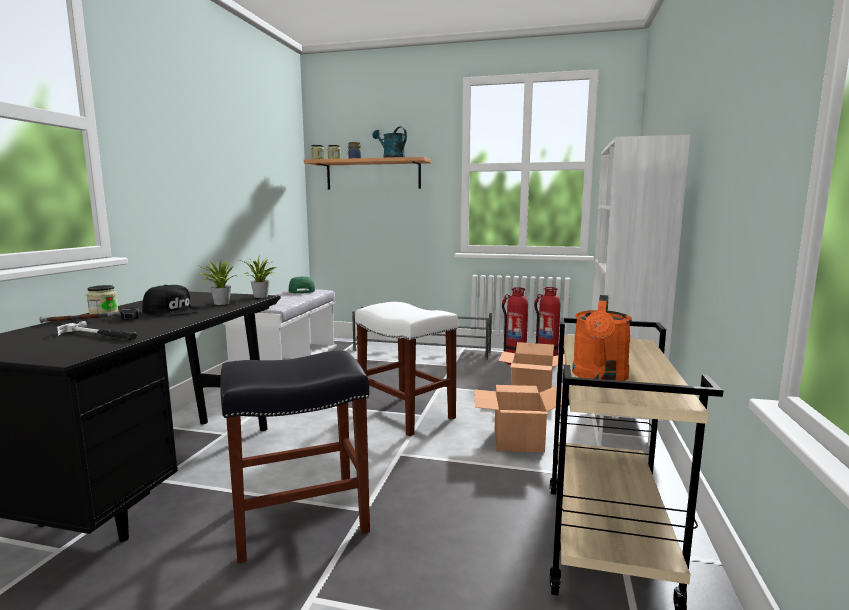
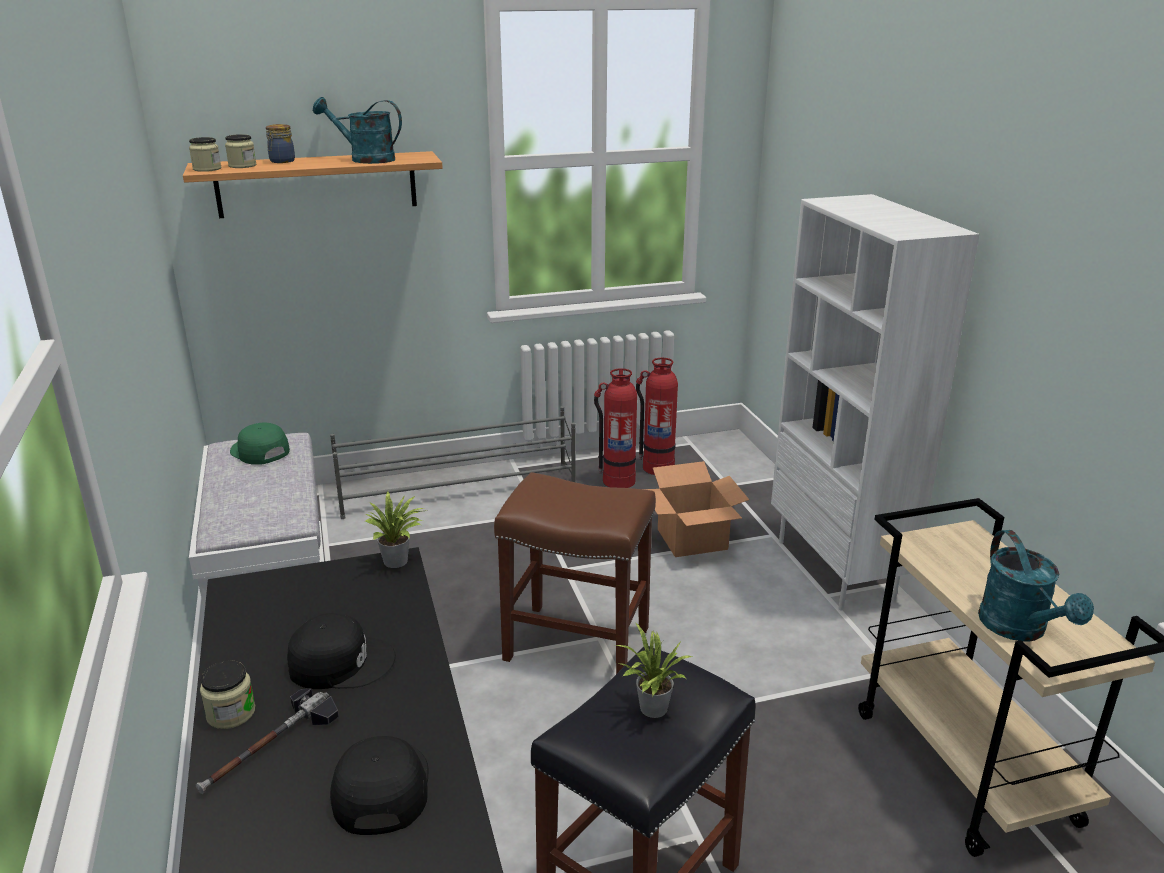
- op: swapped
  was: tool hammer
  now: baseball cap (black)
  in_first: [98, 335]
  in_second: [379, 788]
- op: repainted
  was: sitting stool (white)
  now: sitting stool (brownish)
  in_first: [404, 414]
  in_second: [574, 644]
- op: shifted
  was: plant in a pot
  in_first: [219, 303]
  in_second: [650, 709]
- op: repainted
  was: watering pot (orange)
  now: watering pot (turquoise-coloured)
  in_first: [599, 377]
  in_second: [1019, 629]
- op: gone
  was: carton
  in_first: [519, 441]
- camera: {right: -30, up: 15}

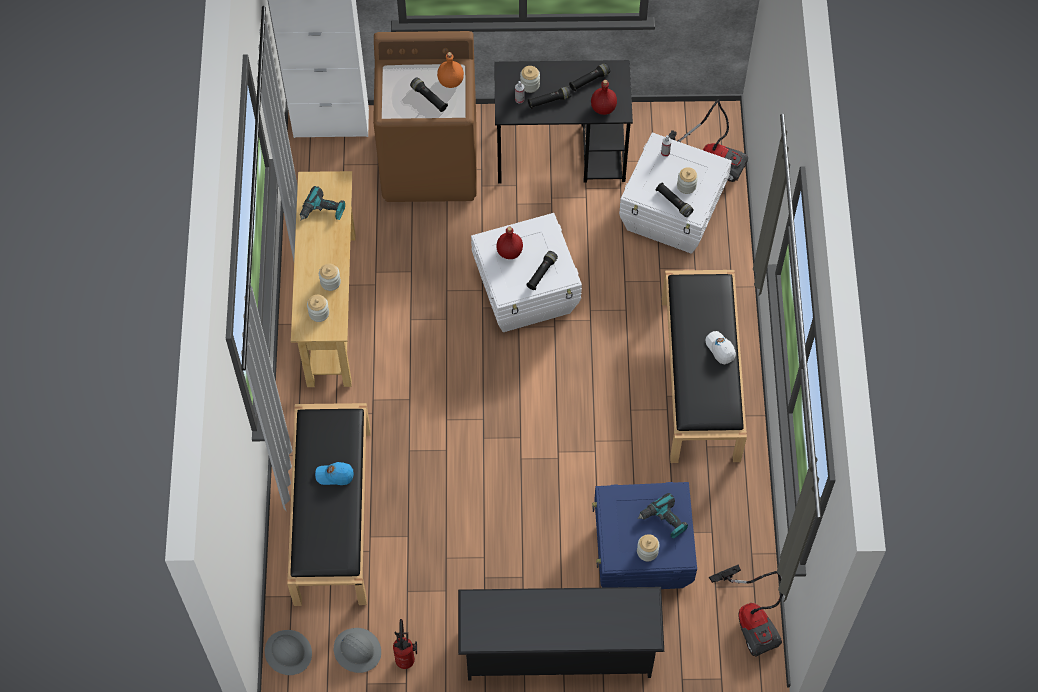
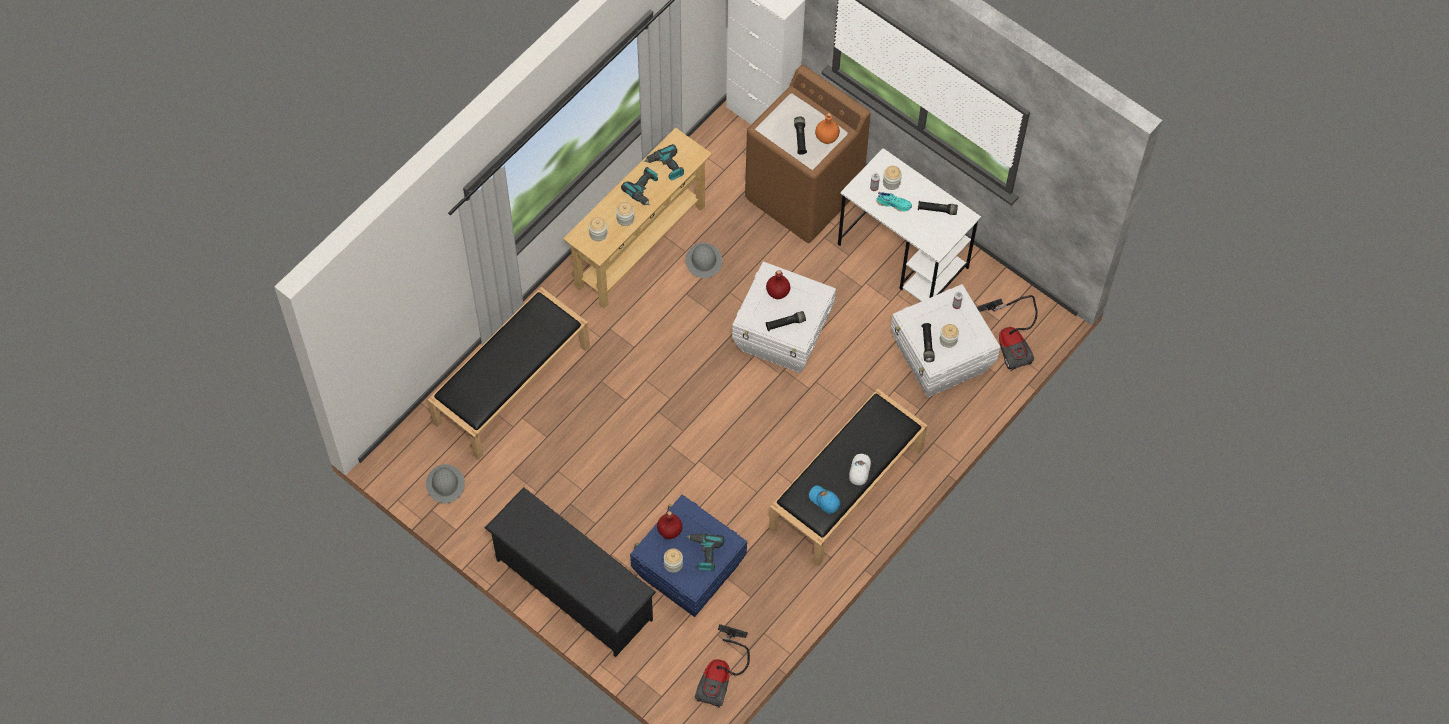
- op: new
  now: power drill
  in_second: [643, 189]
- op: shifted
  was: beverage bottle (reddish)
  in_first: [603, 107]
  in_second: [670, 530]
- op: shifted
  was: work helmet (greyish)
  in_first: [288, 652]
  in_second: [704, 261]
- op: shifted
  was: baseball cap (bluish)
  in_first: [335, 475]
  in_second: [824, 500]
- op: repainted
  was: desk unit (black)
  now: desk unit (white)
  in_first: [562, 153]
  in_second: [904, 256]
- op: swapped
  was: hand torch (black)
  now: item of footwear (turquoise-coloured)
  in_first: [549, 101]
  in_second: [894, 204]
- op: gone
  was: fire extinguisher
  in_first: [406, 657]
- camera: {right: 40, up: 0}

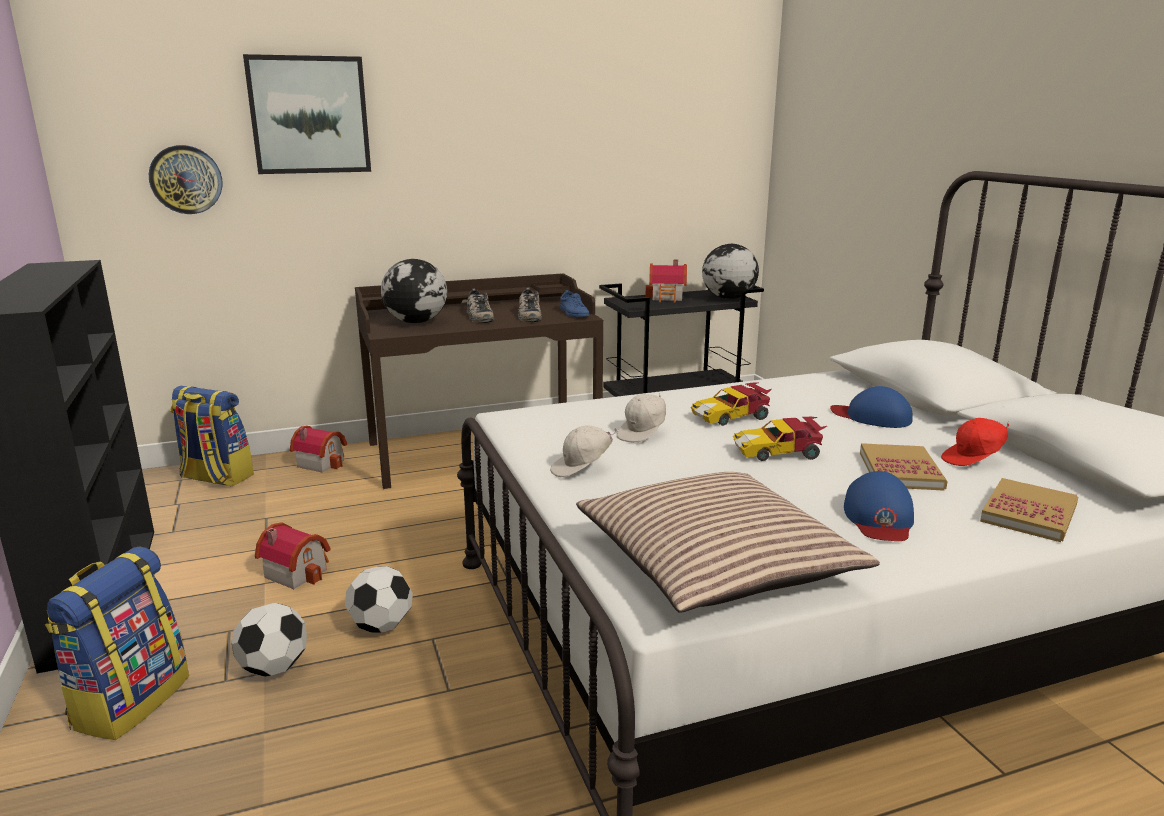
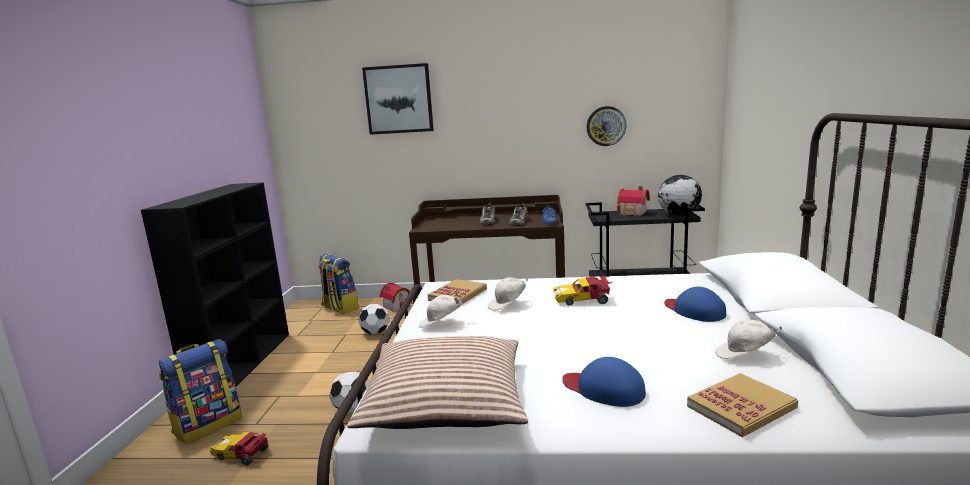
- op: shifted
  was: toy car
  in_first: [779, 452]
  in_second: [242, 454]
- op: shifted
  was: football ball
  in_first: [274, 668]
  in_second: [375, 332]
- op: shifted
  was: bound book
  in_first: [900, 470]
  in_second: [458, 295]
- op: rotated
  was: baseball cap (bluish)
  in_first: [879, 517]
  in_second: [604, 389]
  clockwise: 90
- op: shifted
  was: clock on the wall
  in_first: [186, 179]
  in_second: [606, 126]
- op: repainted
  was: baseball cap (reddish)
  now: baseball cap (white)
  in_first: [974, 460]
  in_second: [744, 355]
- op: gone
  was: model house
  in_first: [297, 571]
- op: gone
  was: globe
  in_first: [416, 322]
- camera: {right: 25, up: -5}

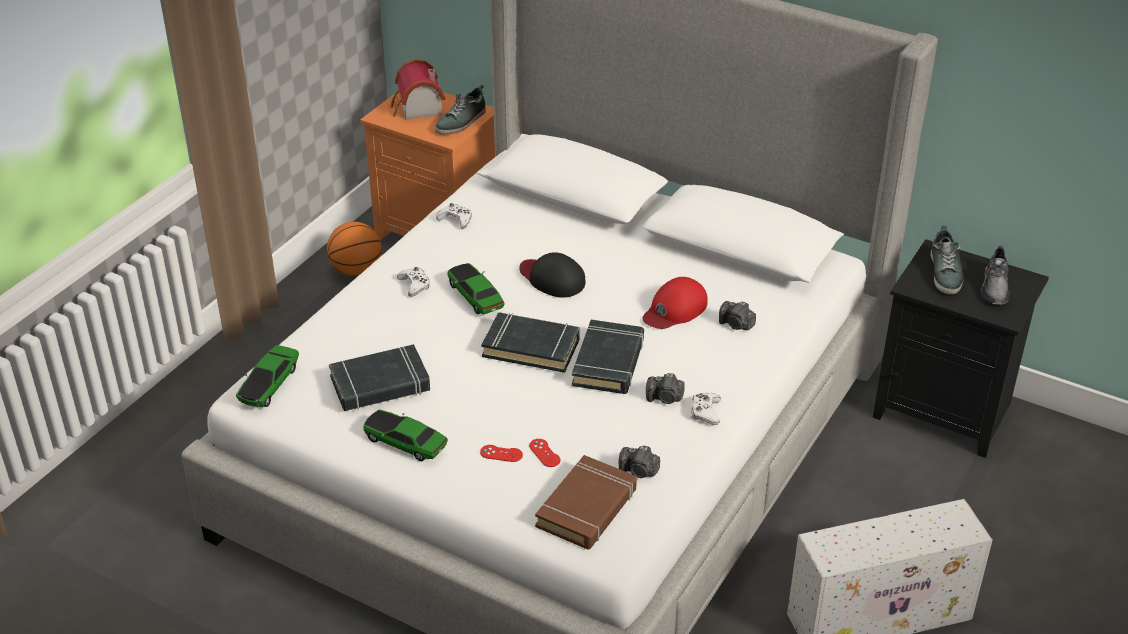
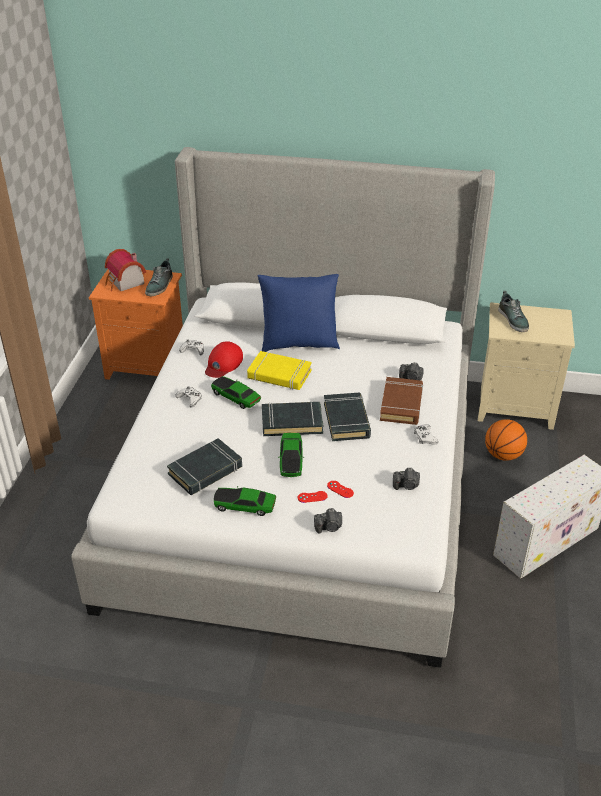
- op: shifted
  was: baseball cap (reddish)
  in_first: [674, 309]
  in_second: [223, 363]
- op: swapped
  was: baseball cap (black)
  now: bound book (yellowish)
  in_first: [552, 279]
  in_second: [279, 375]
- op: new
  now: cushion (bluish)
  in_second: [299, 343]
- op: shifted
  was: toy car
  in_first: [269, 384]
  in_second: [291, 460]
- op: shifted
  was: still camera
  in_first: [665, 398]
  in_second: [329, 527]
- op: shifted
  was: bound book (brownish)
  in_first: [587, 508]
  in_second: [401, 404]
- op: repainted
  was: bedside table (black)
  now: bedside table (beige-coloured)
  in_first: [946, 410]
  in_second: [516, 406]
- op: shifted
  was: basketball ball
  in_first: [356, 270]
  in_second: [503, 455]
- op: gone
  was: item of footwear (greyish)
  in_first: [995, 287]
- camera: {right: -20, up: 0}

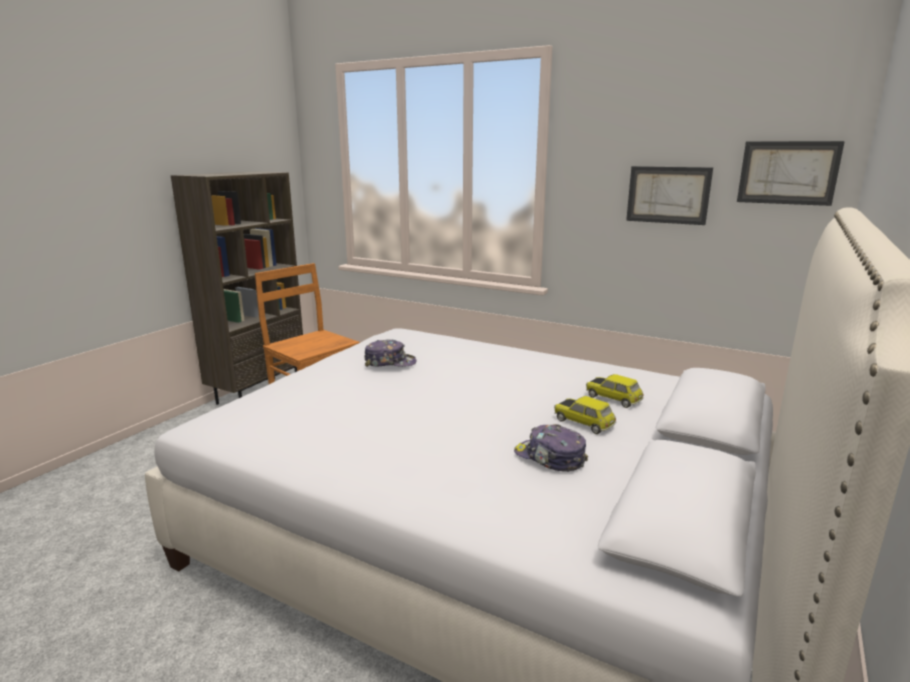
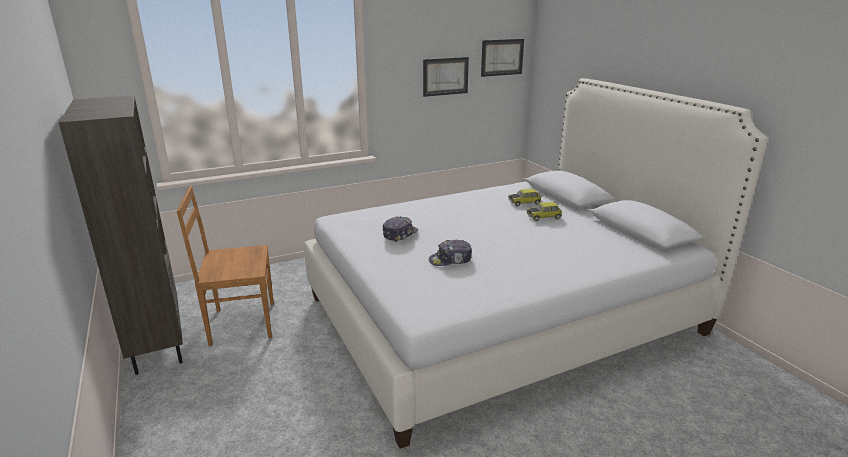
- op: shifted
  was: baseball cap
  in_first: [549, 458]
  in_second: [450, 260]
- camera: {right: -55, up: 5}

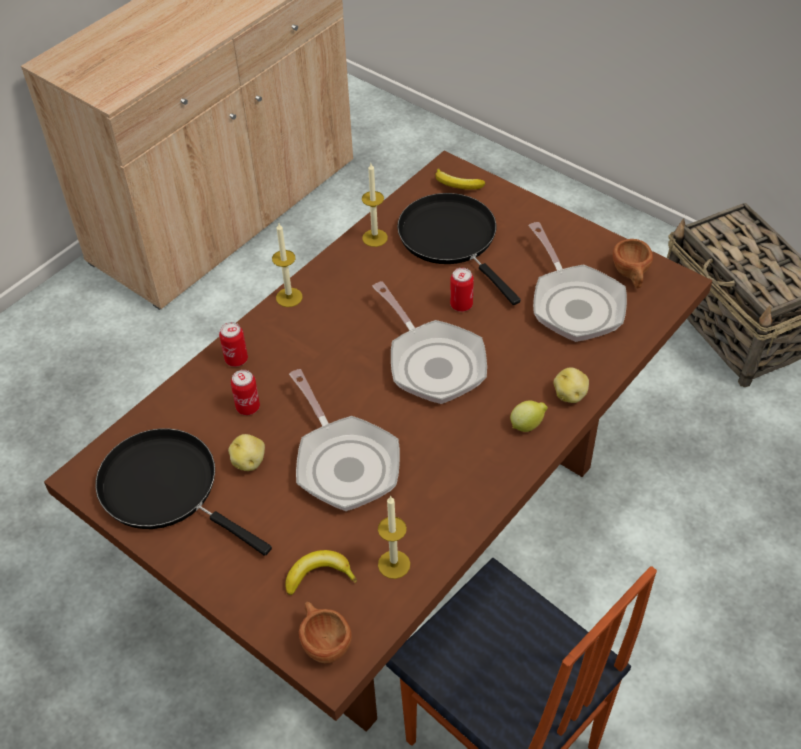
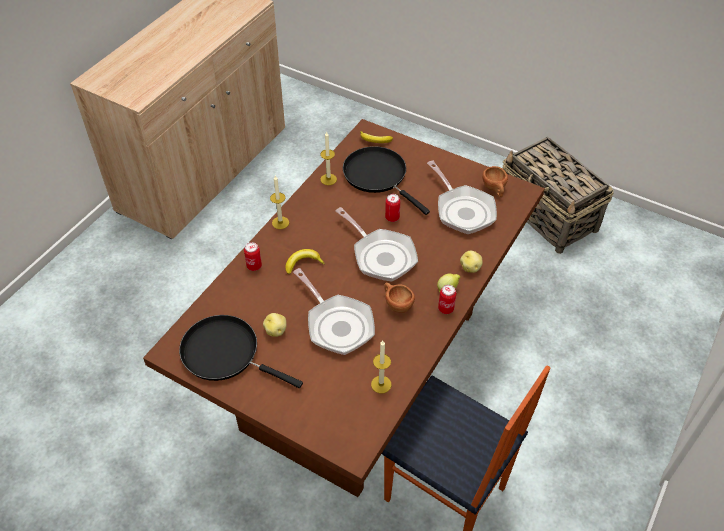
- op: shifted
  was: banana fruit
  in_first: [319, 575]
  in_second: [303, 263]
- op: shifted
  was: cup (brownish)
  in_first: [323, 641]
  in_second: [396, 304]
- op: shifted
  was: can
  in_first: [248, 407]
  in_second: [446, 308]
- camera: {right: -10, up: 0}

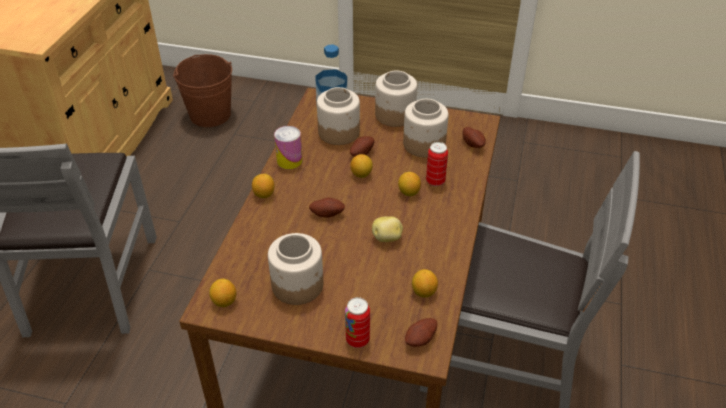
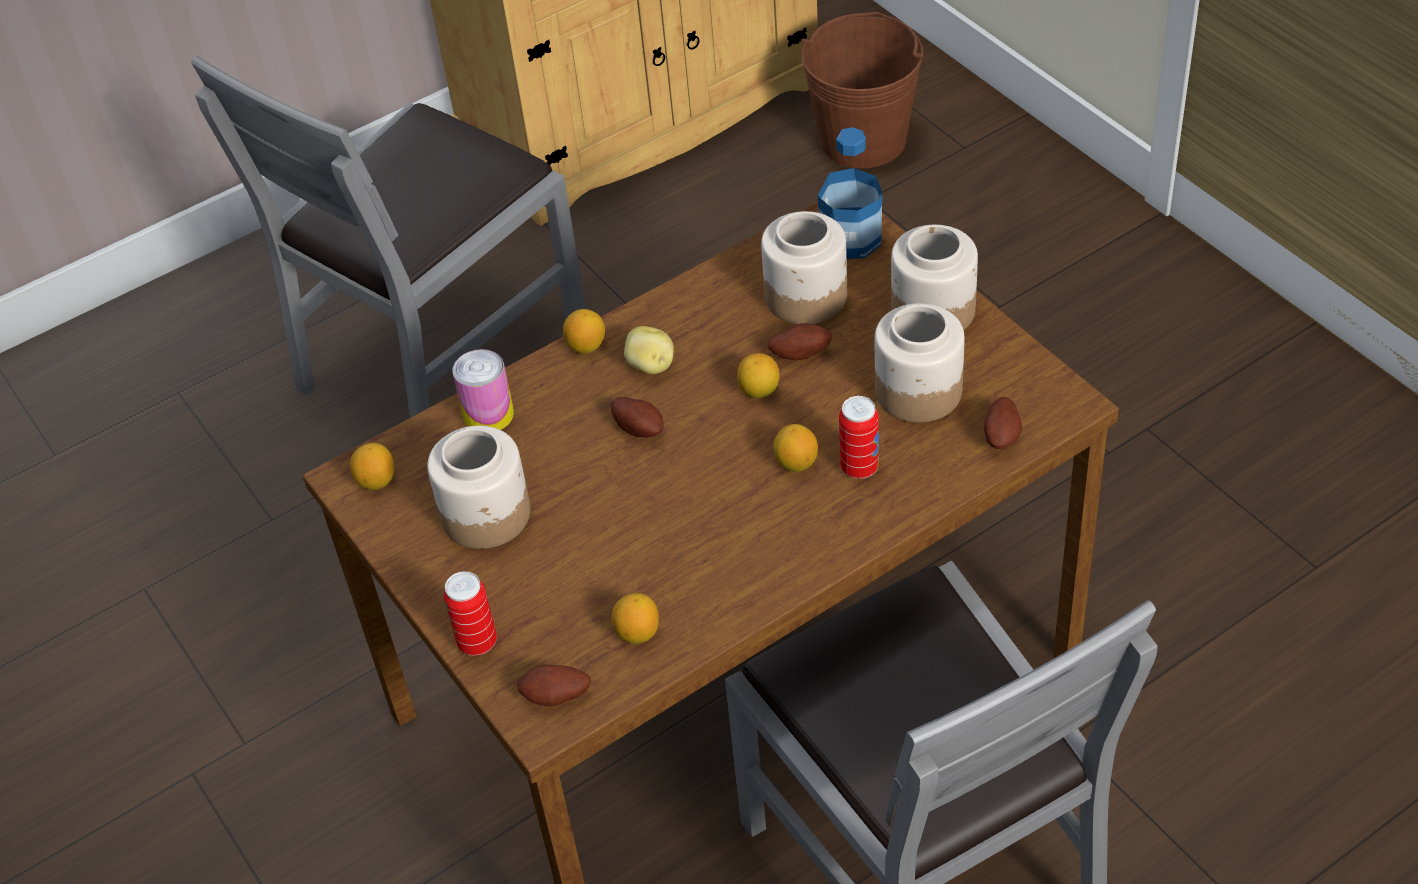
- op: shifted
  was: can
  in_first: [289, 161]
  in_second: [488, 414]
- op: shifted
  was: spud
  in_first: [387, 238]
  in_second: [650, 366]
- camera: {right: 45, up: 5}

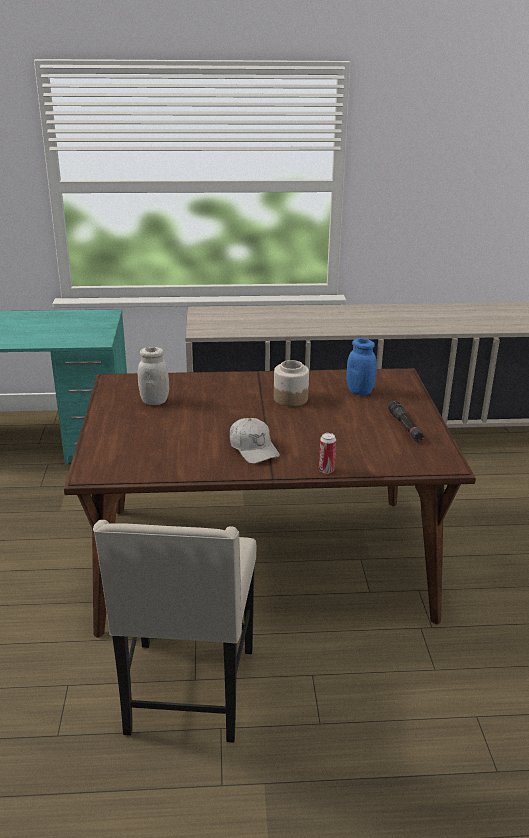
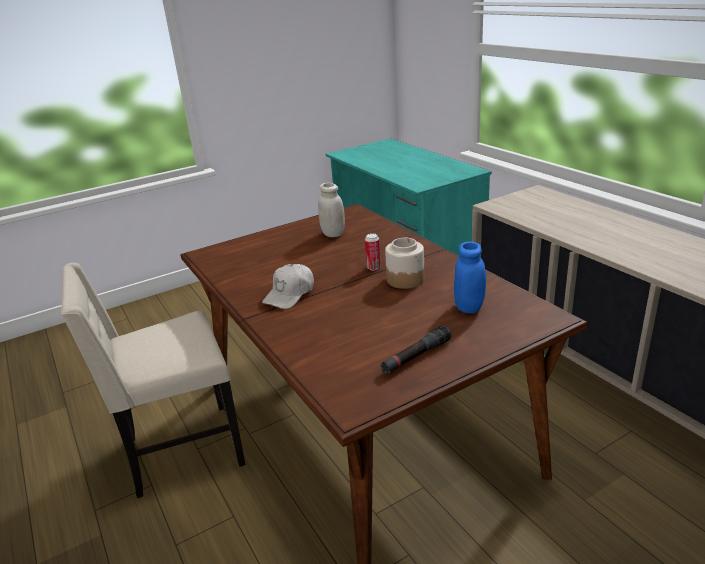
- op: shifted
  was: can
  in_first: [326, 470]
  in_second: [373, 268]
- camera: {right: 65, up: 0}

